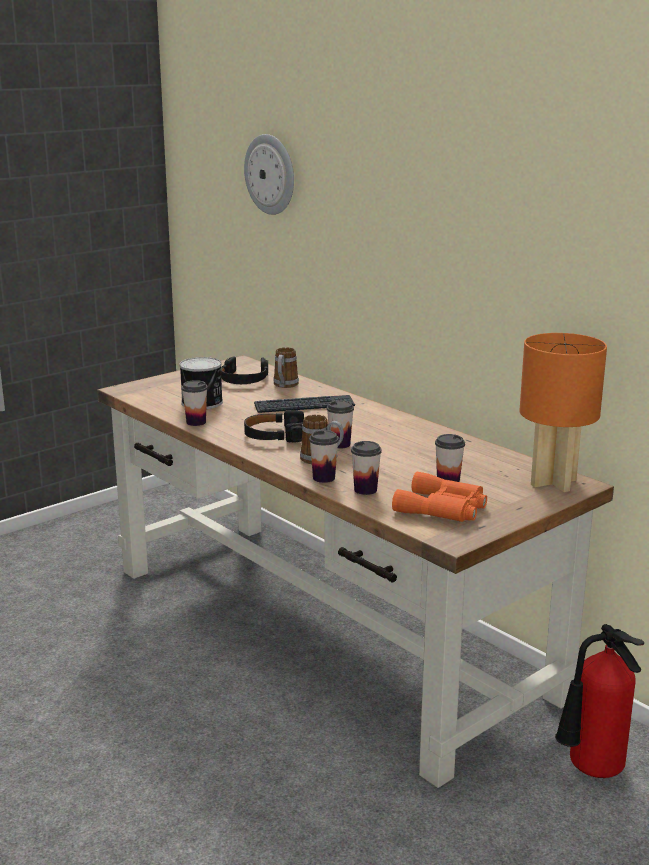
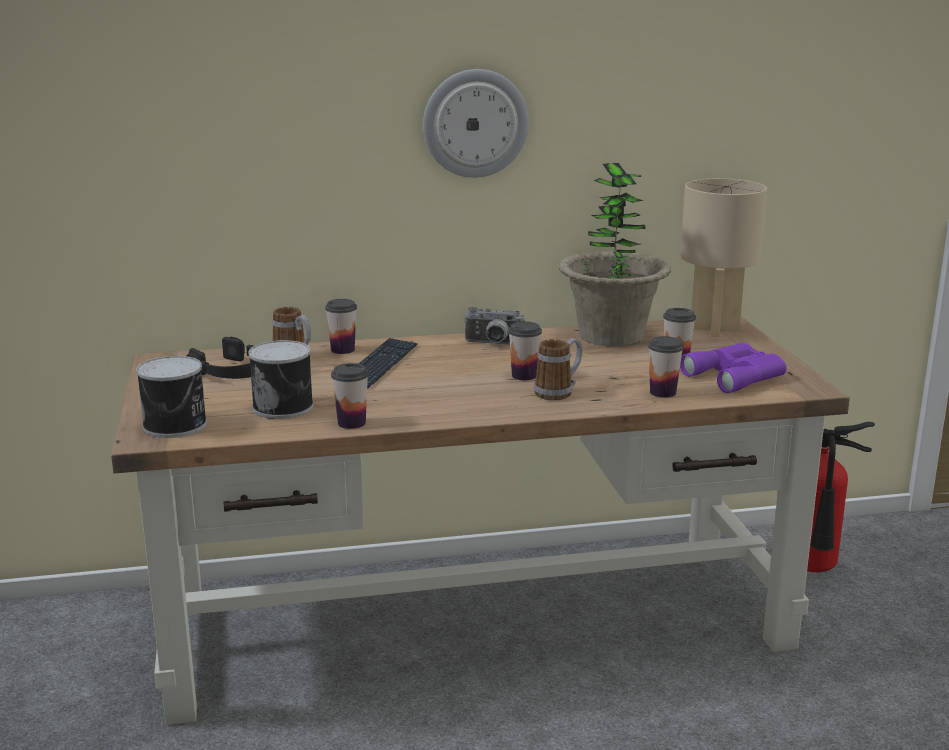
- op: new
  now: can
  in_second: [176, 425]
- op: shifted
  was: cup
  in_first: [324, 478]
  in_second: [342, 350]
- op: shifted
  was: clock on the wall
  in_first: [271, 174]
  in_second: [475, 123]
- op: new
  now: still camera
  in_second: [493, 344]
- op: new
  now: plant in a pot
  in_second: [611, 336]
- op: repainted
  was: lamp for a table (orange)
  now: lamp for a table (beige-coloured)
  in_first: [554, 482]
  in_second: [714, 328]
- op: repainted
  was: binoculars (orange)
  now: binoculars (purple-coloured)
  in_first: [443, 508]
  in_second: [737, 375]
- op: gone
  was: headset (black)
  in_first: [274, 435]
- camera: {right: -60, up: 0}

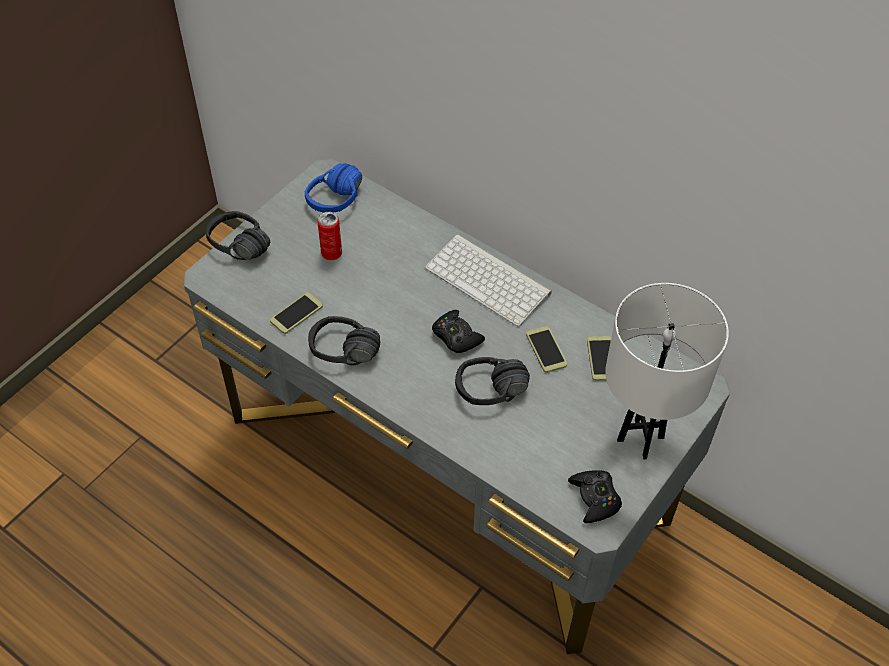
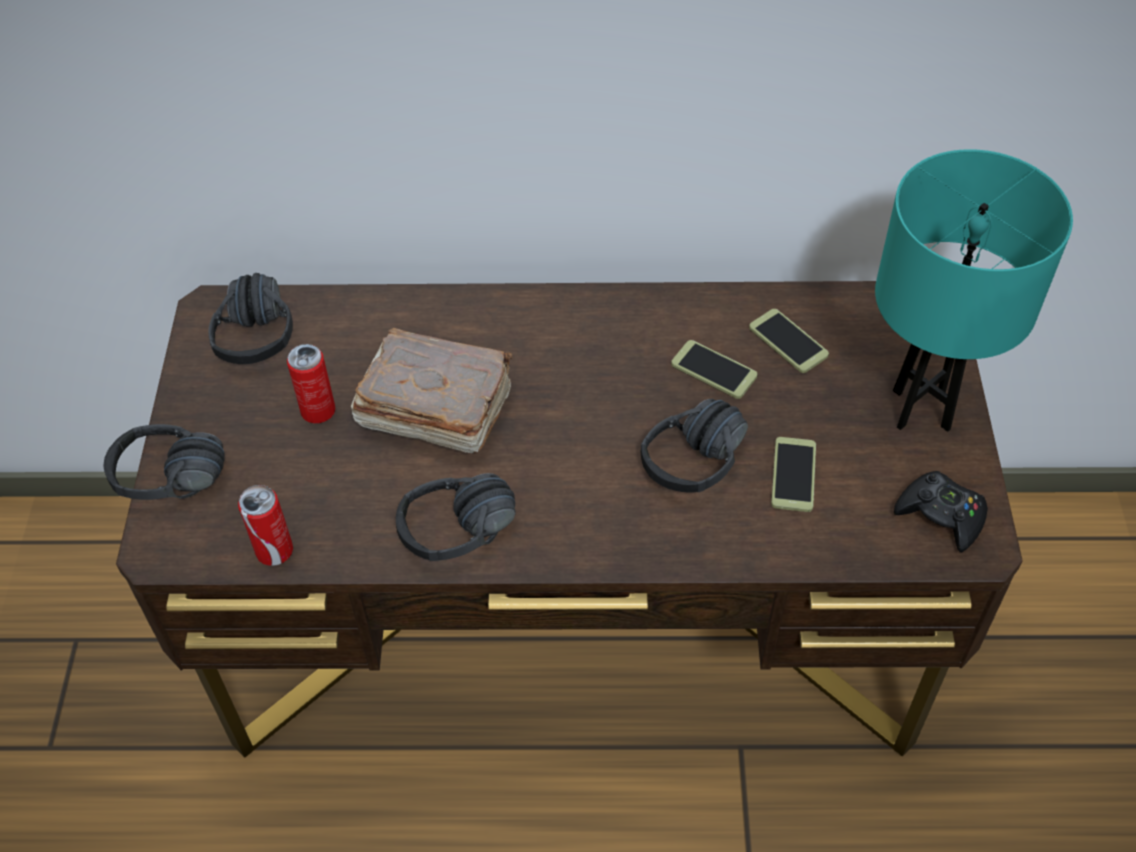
- op: repainted
  was: desk unit (greyish)
  now: desk unit (brownish)
  in_first: [444, 468]
  in_second: [572, 631]
- op: repainted
  was: headset (bluish)
  now: headset (black)
  in_first: [344, 202]
  in_second: [273, 333]
- op: new
  now: can
  in_second: [274, 551]
- op: new
  now: bound book (brownish)
  in_second: [434, 407]
- op: shifted
  was: phone
  in_first: [296, 314]
  in_second: [793, 475]
- op: repainted
  was: lamp for a table (white)
  now: lamp for a table (turquoise-coloured)
  in_first: [640, 438]
  in_second: [920, 409]
- op: gone
  was: computer keyboard
  in_first: [490, 280]
- op: gone
  was: joypad (black)
  in_first: [456, 336]
- camera: {right: -35, up: 0}

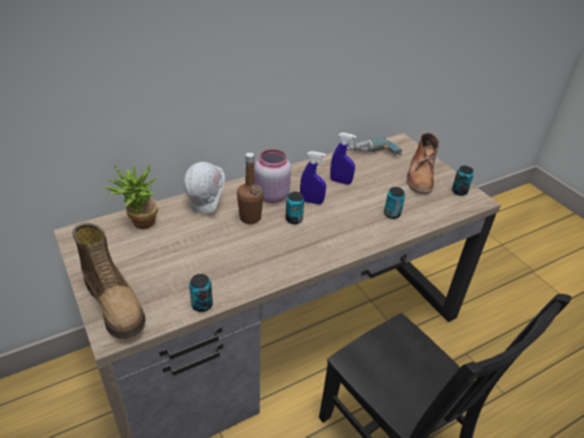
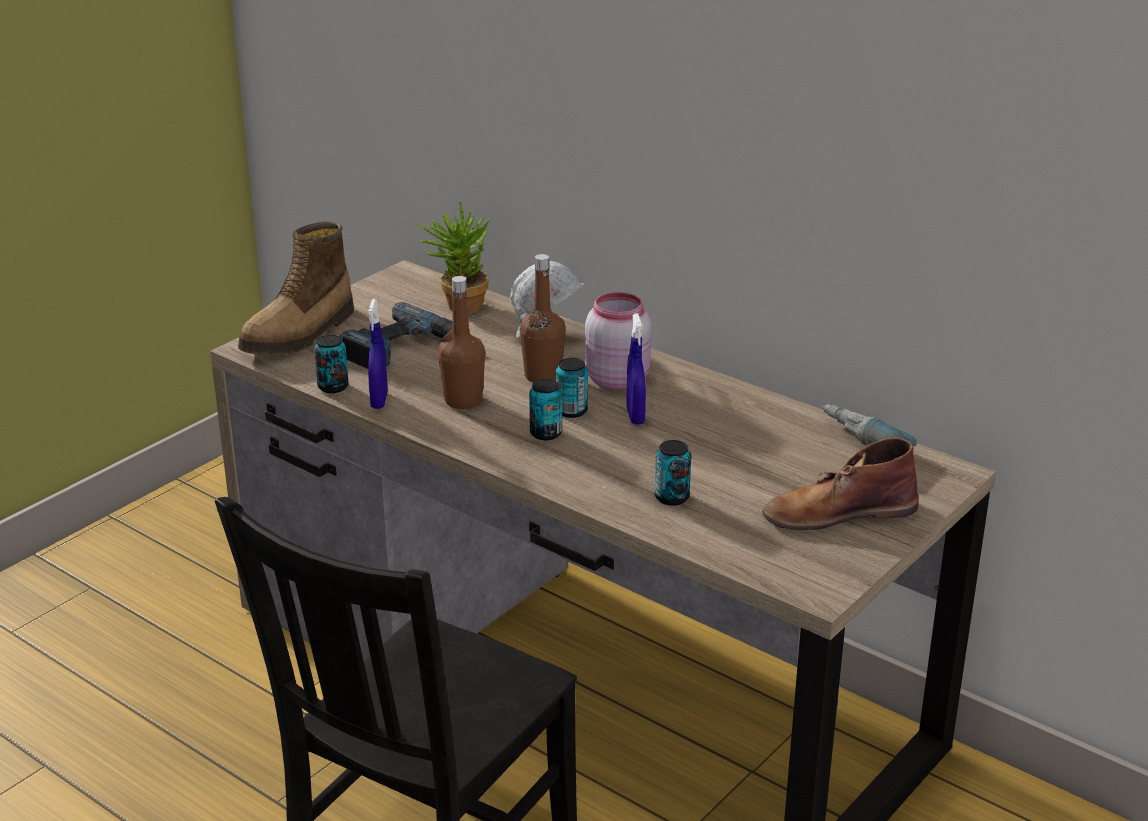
- op: new
  now: power drill
  in_second: [403, 349]
- op: shifted
  was: sprayer (bluish)
  in_first: [340, 181]
  in_second: [379, 401]
- op: new
  now: beverage bottle (brownish)
  in_second: [463, 400]
- op: shifted
  was: can
  in_first: [459, 191]
  in_second: [546, 433]
- camera: {right: 70, up: -10}

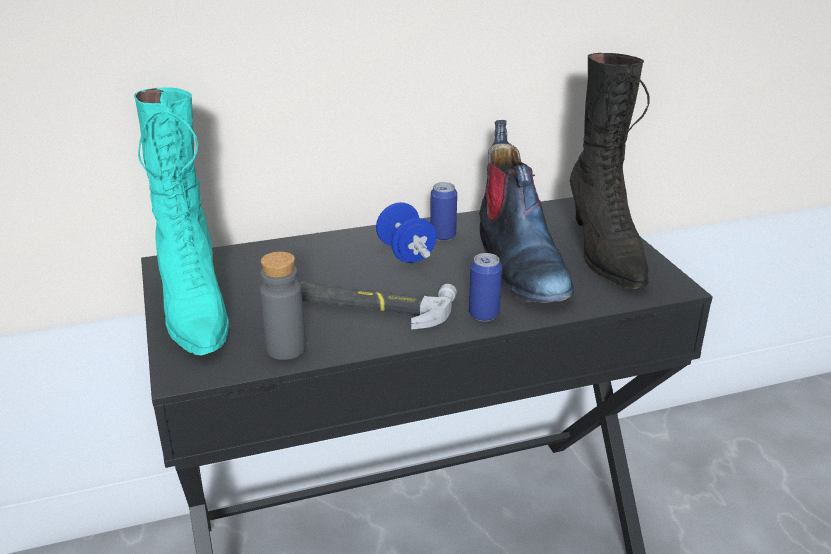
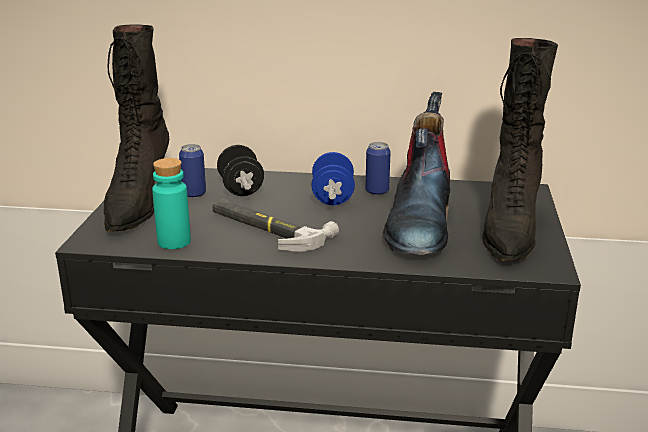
- op: repainted
  was: tall boot (turquoise-coloured)
  now: tall boot (black)
  in_first: [194, 310]
  in_second: [137, 204]
- op: repainted
  was: beverage bottle (greyish)
  now: beverage bottle (turquoise-coloured)
  in_first: [286, 348]
  in_second: [174, 242]
- op: shifted
  was: can
  in_first: [483, 314]
  in_second: [194, 194]
- op: new
  now: hand weight (black)
  in_second: [241, 189]
- camera: {right: 25, up: -5}

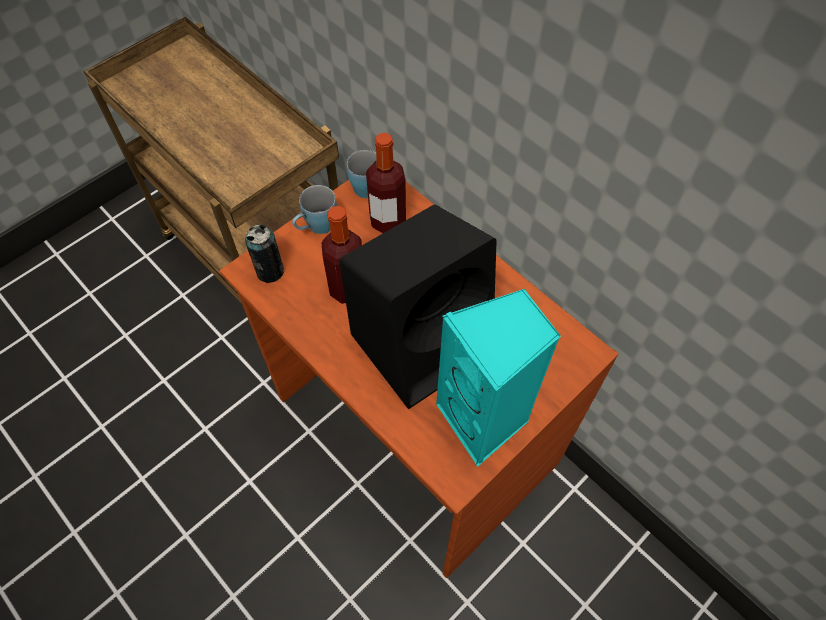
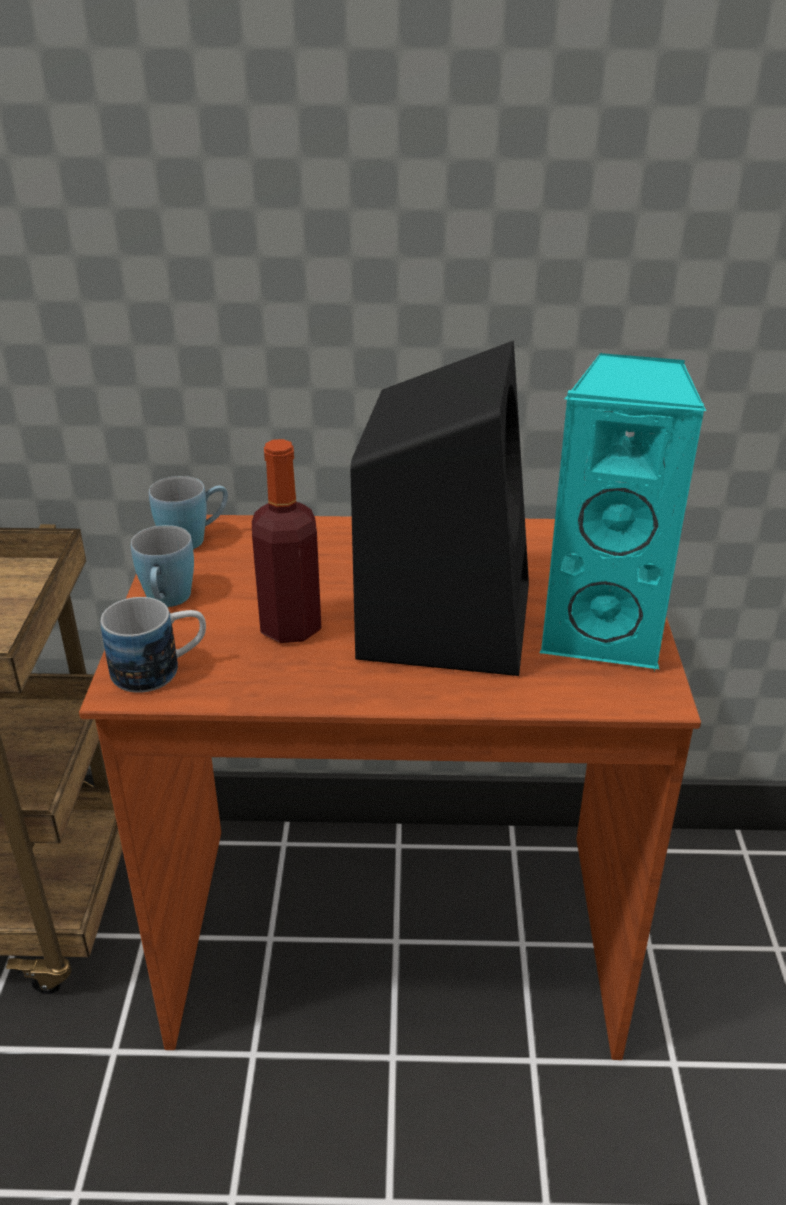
- op: swapped
  was: can
  now: tea mug
  in_first: [270, 271]
  in_second: [161, 669]
- op: gone
  was: beverage bottle
  in_first: [387, 221]
- camera: {right: -45, up: -25}

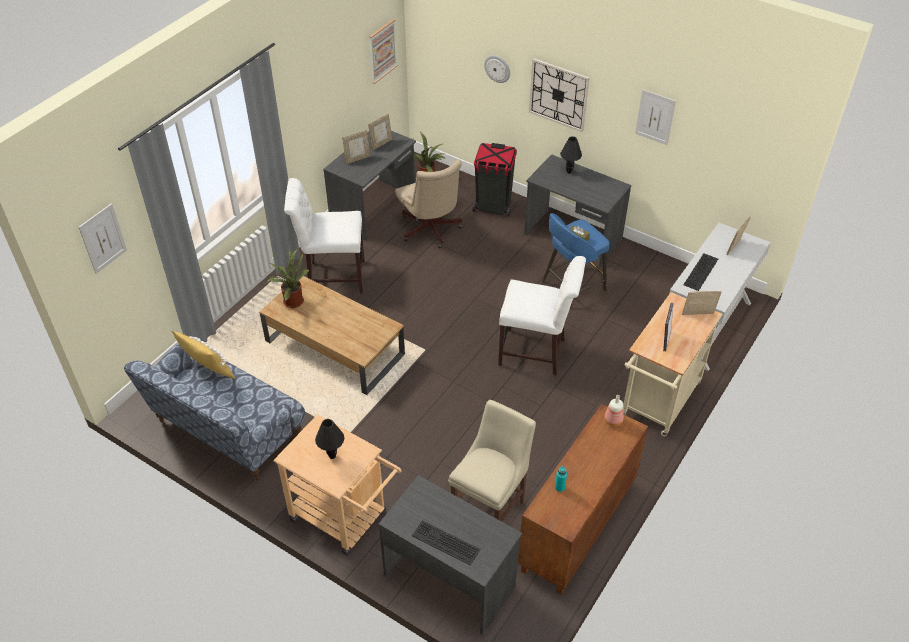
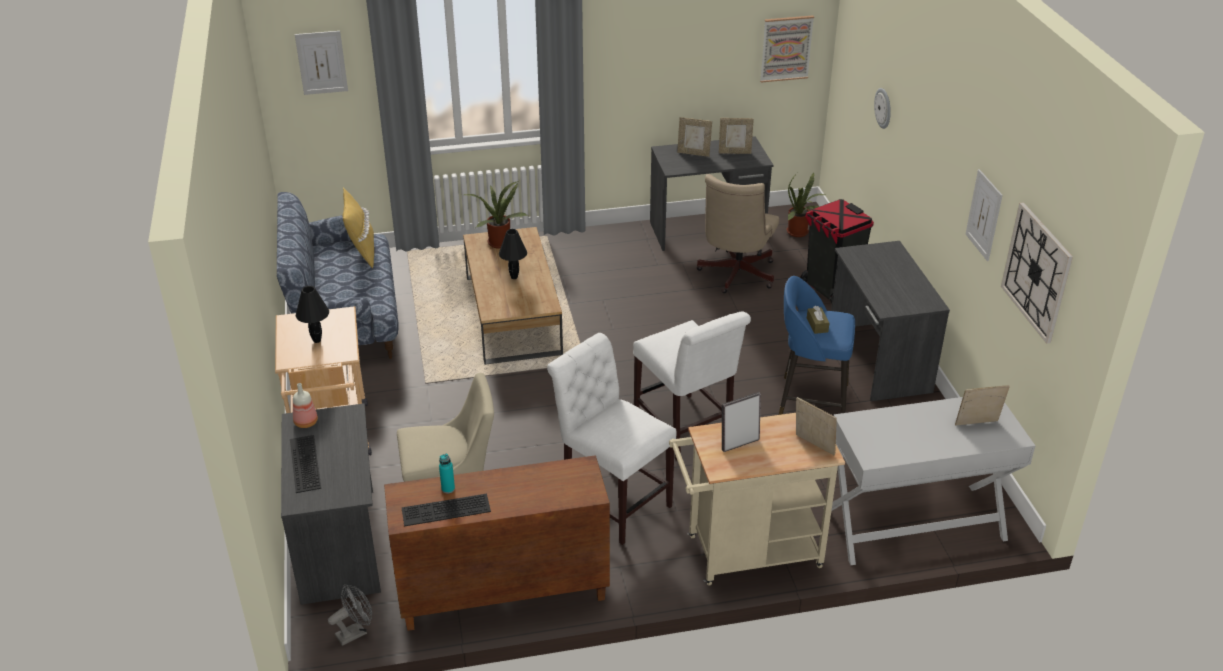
- op: shifted
  was: beverage bottle
  in_first: [613, 421]
  in_second: [305, 423]
- op: new
  now: cooling fan (greyish)
  in_second: [355, 632]
- op: shifted
  was: computer keyboard
  in_first: [701, 272]
  in_second: [445, 511]
- op: shifted
  was: lamp for a table (black)
  in_first: [569, 172]
  in_second: [514, 277]
- op: shifted
  was: upright chair (white)
  in_first: [332, 277]
  in_second: [612, 501]
- op: shifted
  was: clock on the wall
  in_first: [558, 94]
  in_second: [1037, 272]
- camera: {right: 45, up: -10}

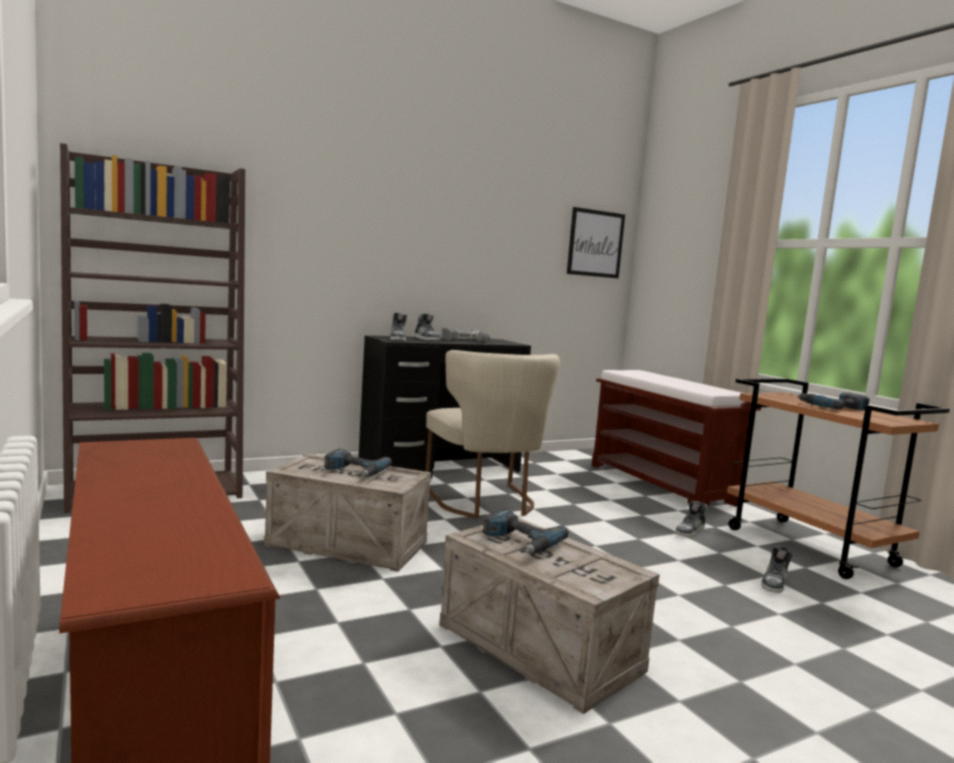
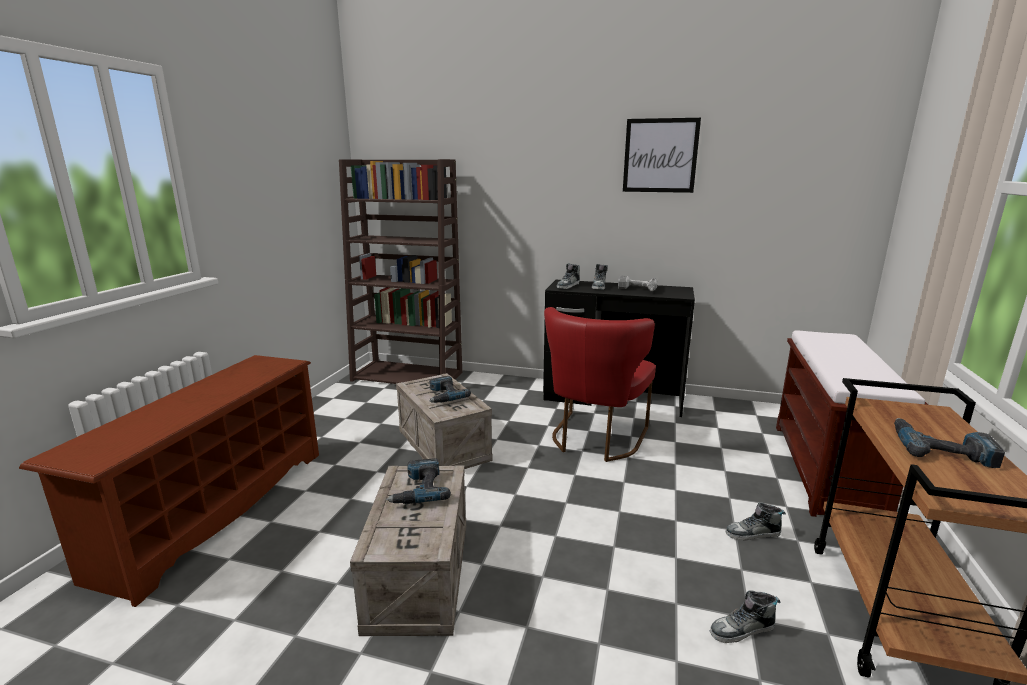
- op: repainted
  was: upright chair (beige-coloured)
  now: upright chair (reddish)
  in_first: [485, 503]
  in_second: [595, 439]
- op: shifted
  was: wall art
  in_first: [595, 243]
  in_second: [660, 155]
- camera: {right: 45, up: 10}

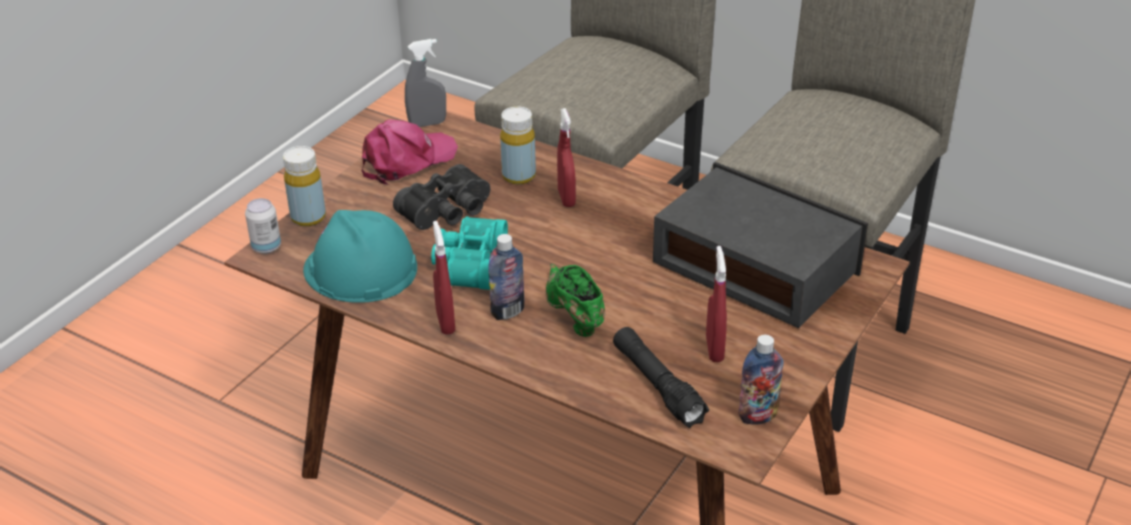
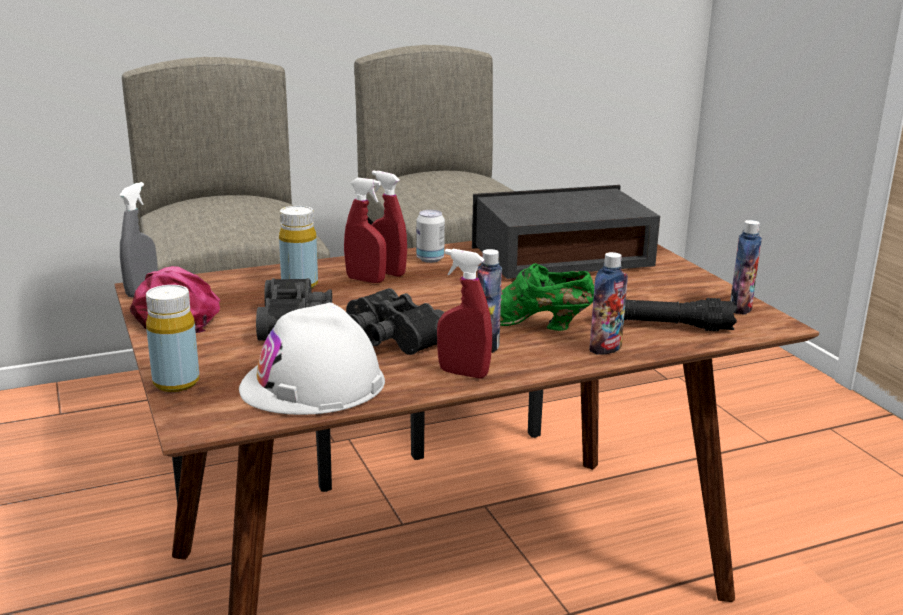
- op: repainted
  was: work helmet (turquoise-coloured)
  now: work helmet (white)
  in_first: [360, 269]
  in_second: [313, 384]
- op: repainted
  was: binoculars (turquoise-coloured)
  now: binoculars (black)
  in_first: [468, 263]
  in_second: [389, 339]
- op: shifted
  was: sprayer (reddish)
  in_first: [714, 349]
  in_second: [387, 272]
- op: shifted
  was: can
  in_first: [266, 247]
  in_second: [430, 259]
- op: new
  now: beverage bottle
  in_second: [605, 348]
- camera: {right: -55, up: -15}

